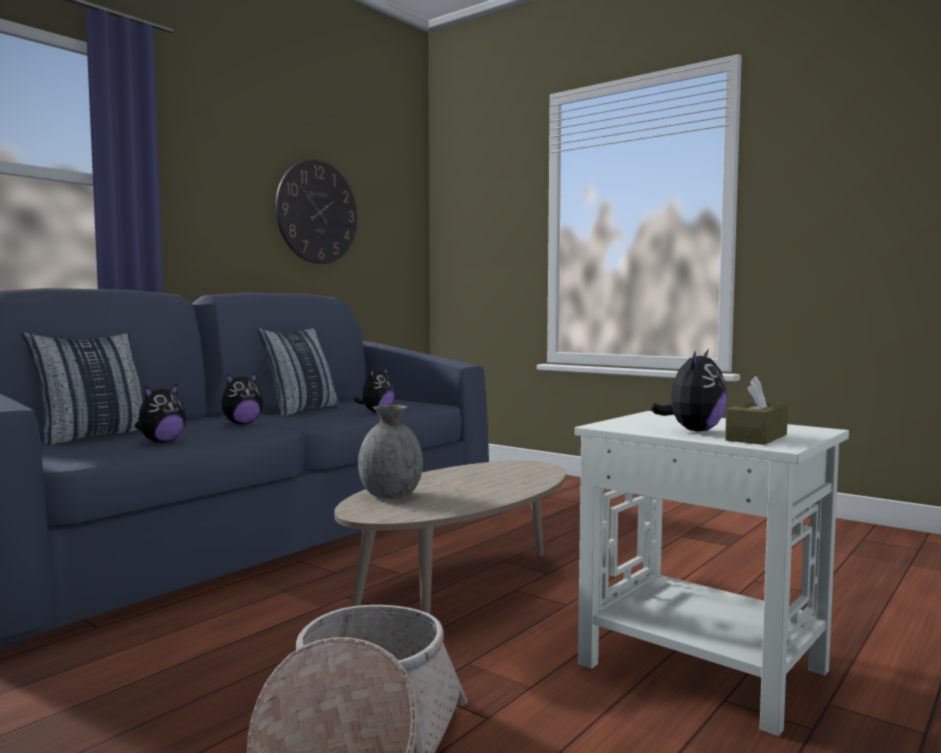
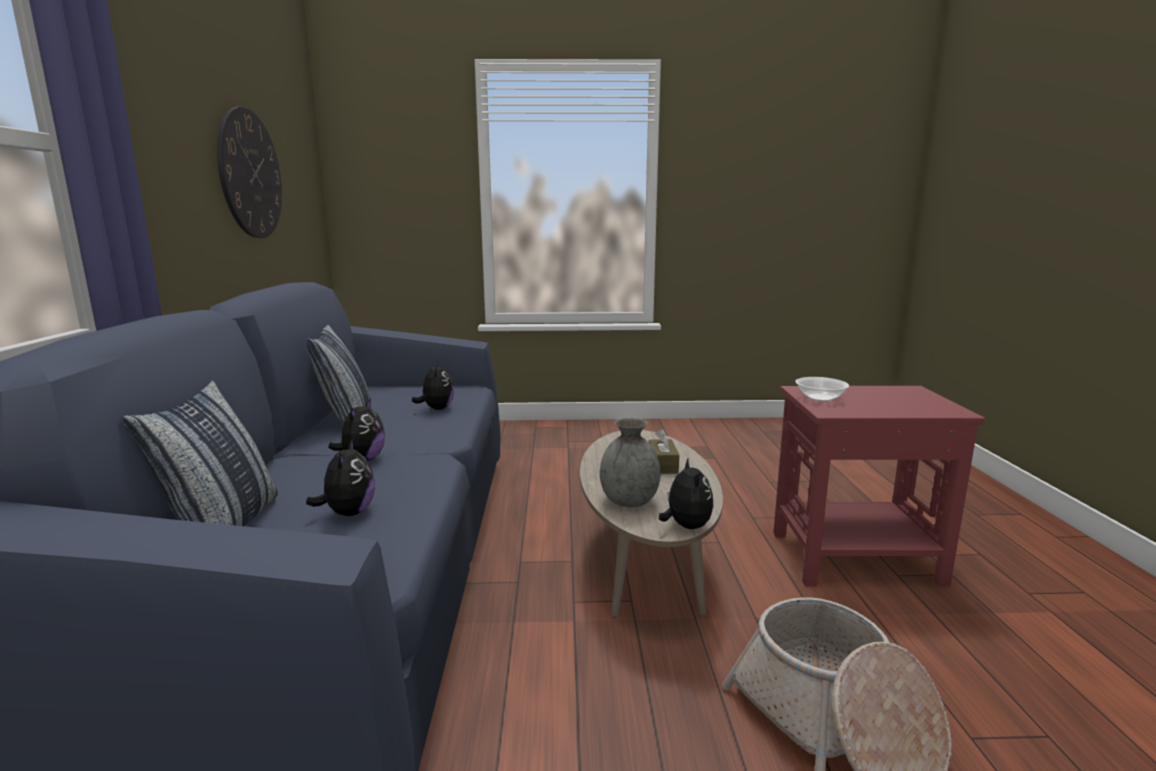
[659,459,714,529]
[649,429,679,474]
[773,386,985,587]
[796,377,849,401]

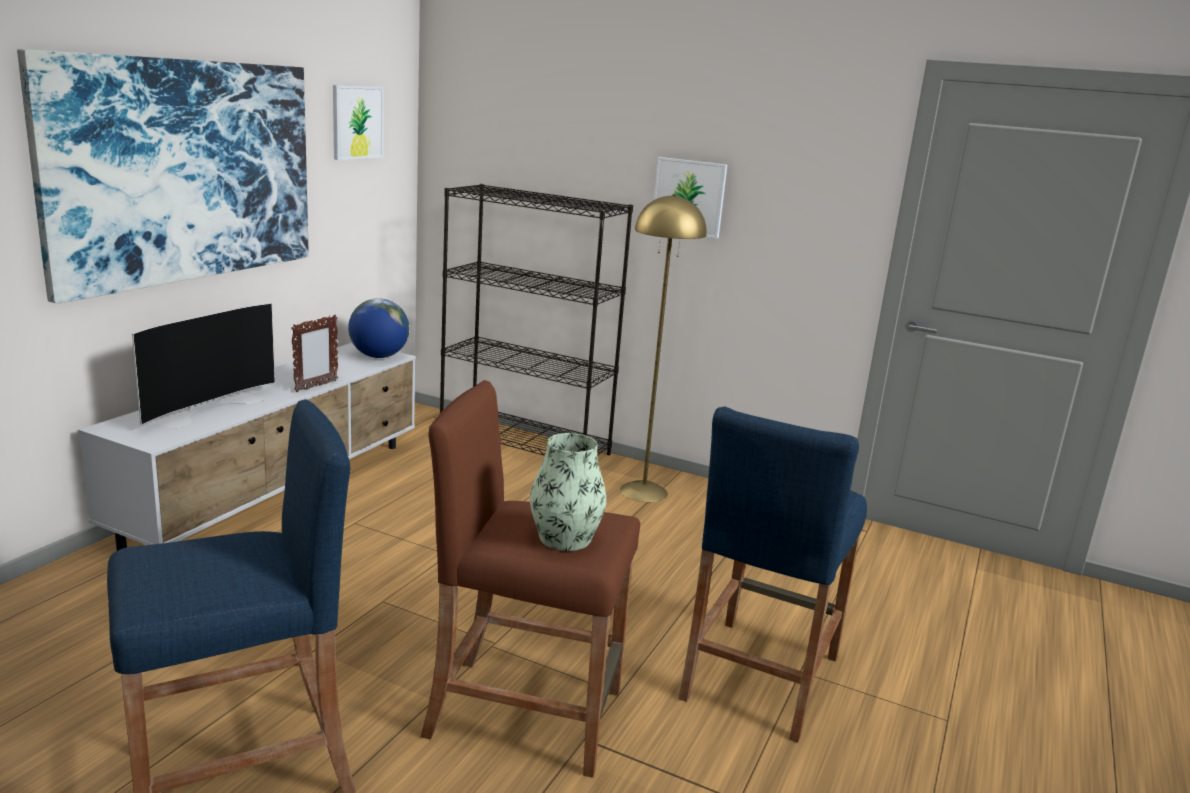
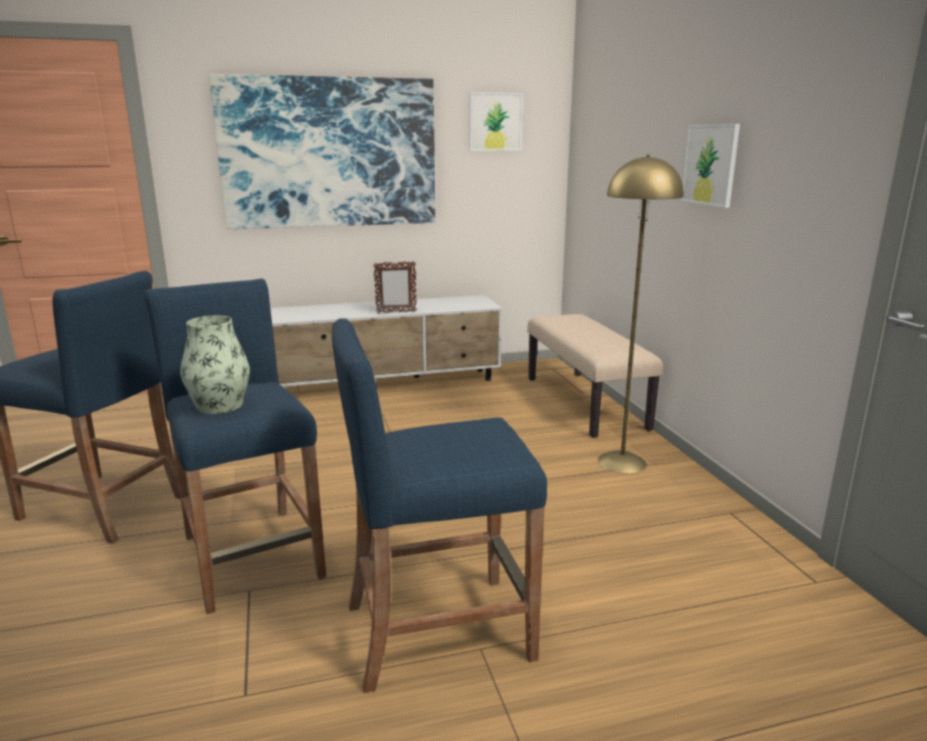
[527,314,663,438]
[348,298,409,358] (first image)
[132,303,275,429] (first image)
[145,279,326,614]

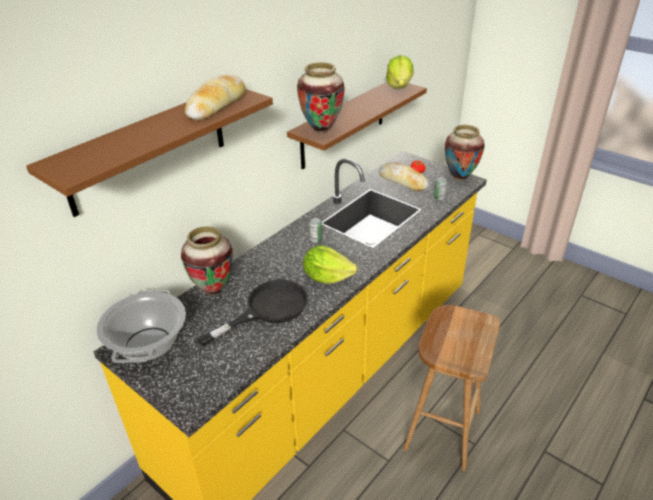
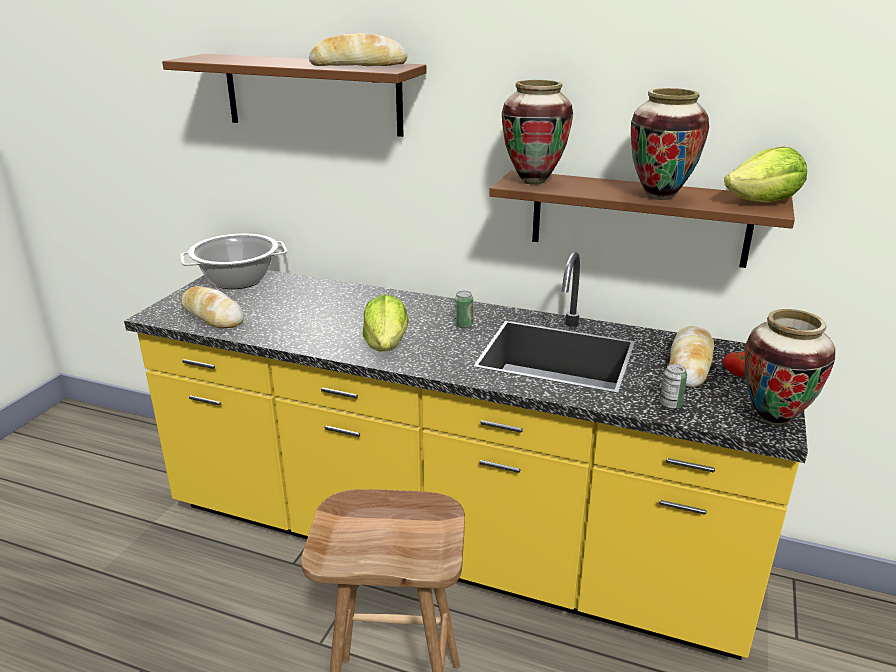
[631,88,709,200]
[196,280,308,347] (first image)
[181,286,244,328]

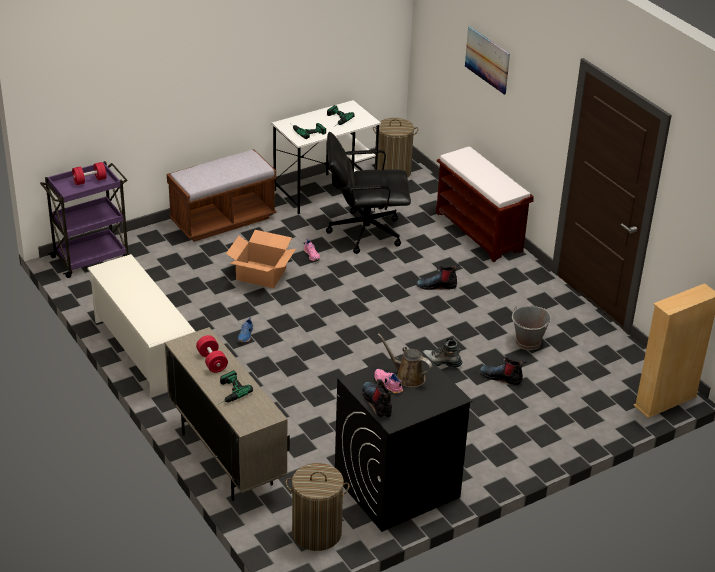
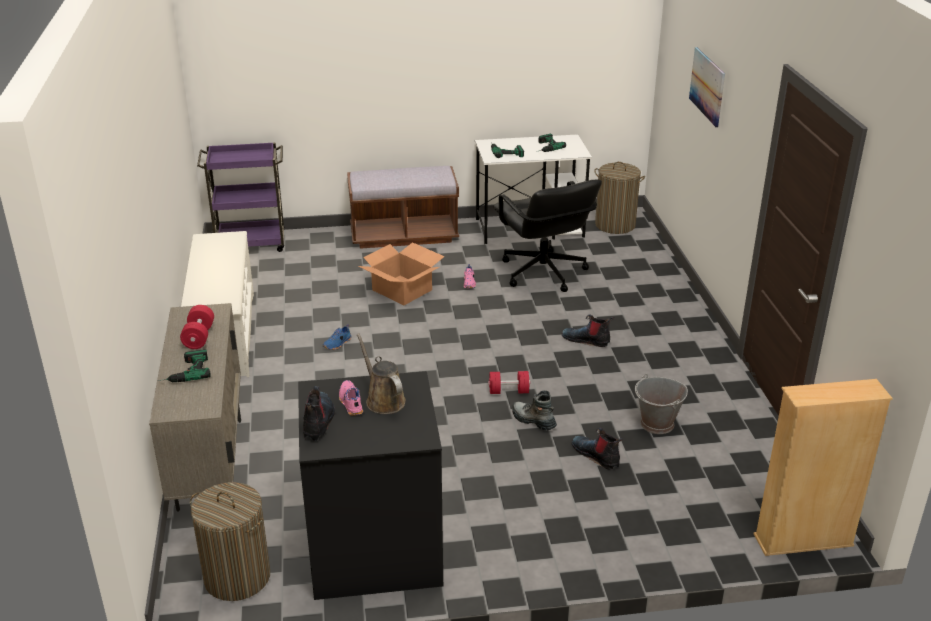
[493,179,602,292]
[436,146,534,262] (first image)
[488,371,530,394]

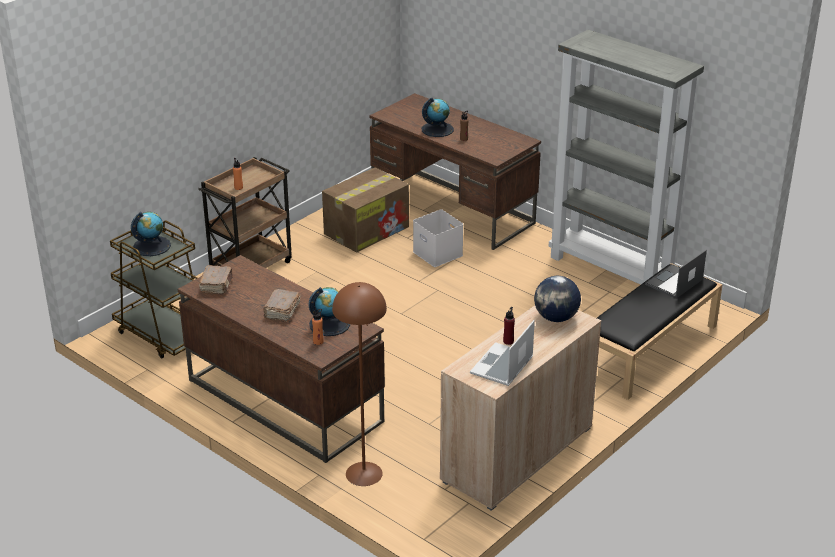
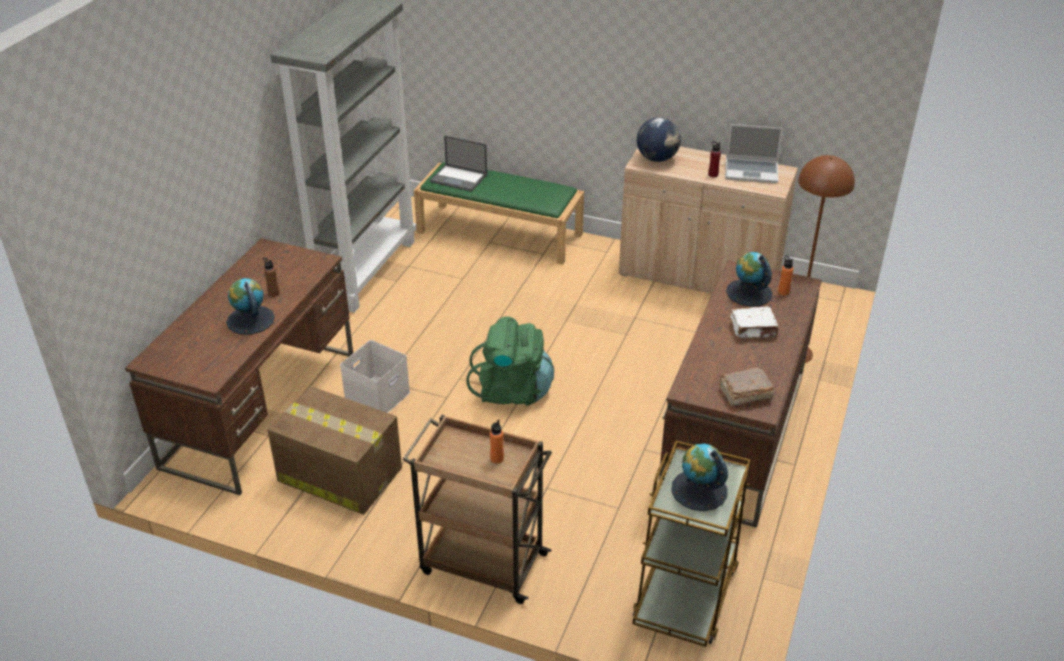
[414,162,584,265]
[730,306,779,338]
[466,316,554,406]

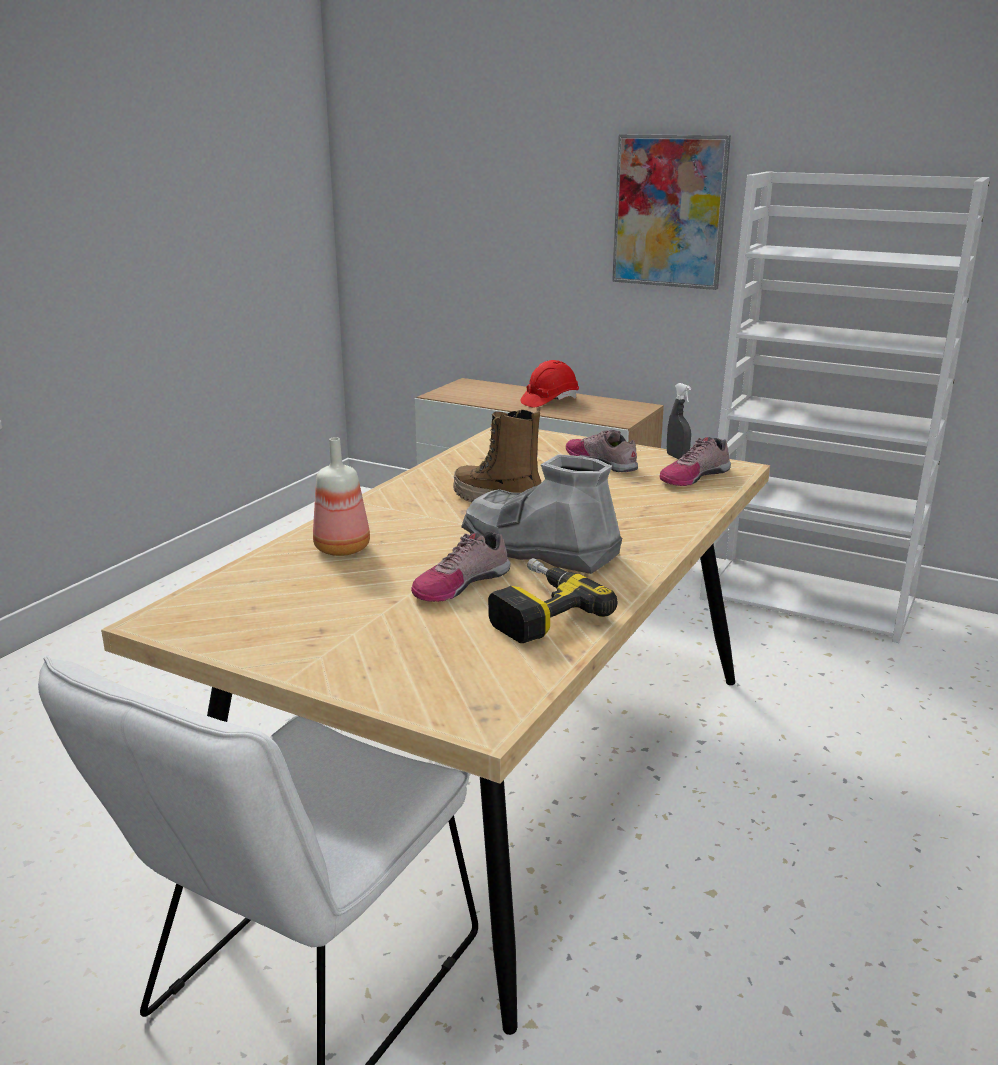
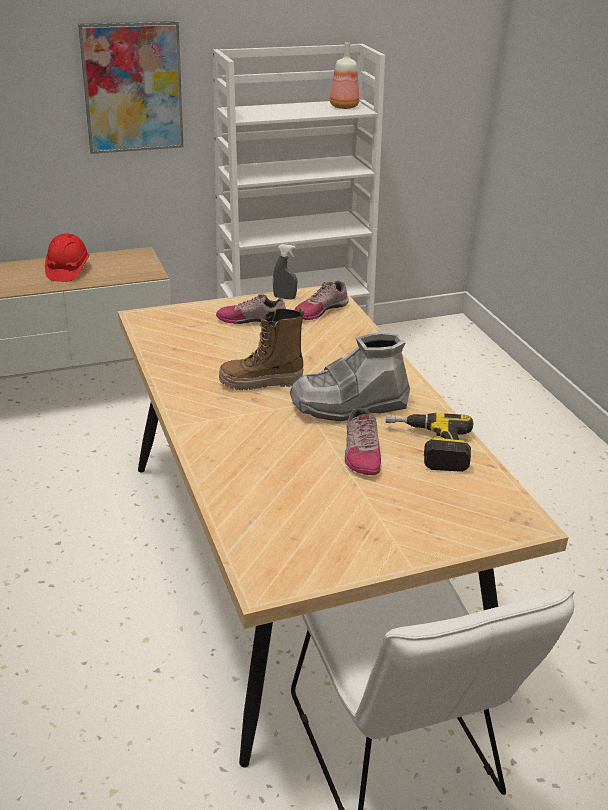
[330,42,359,109]
[295,281,349,320]

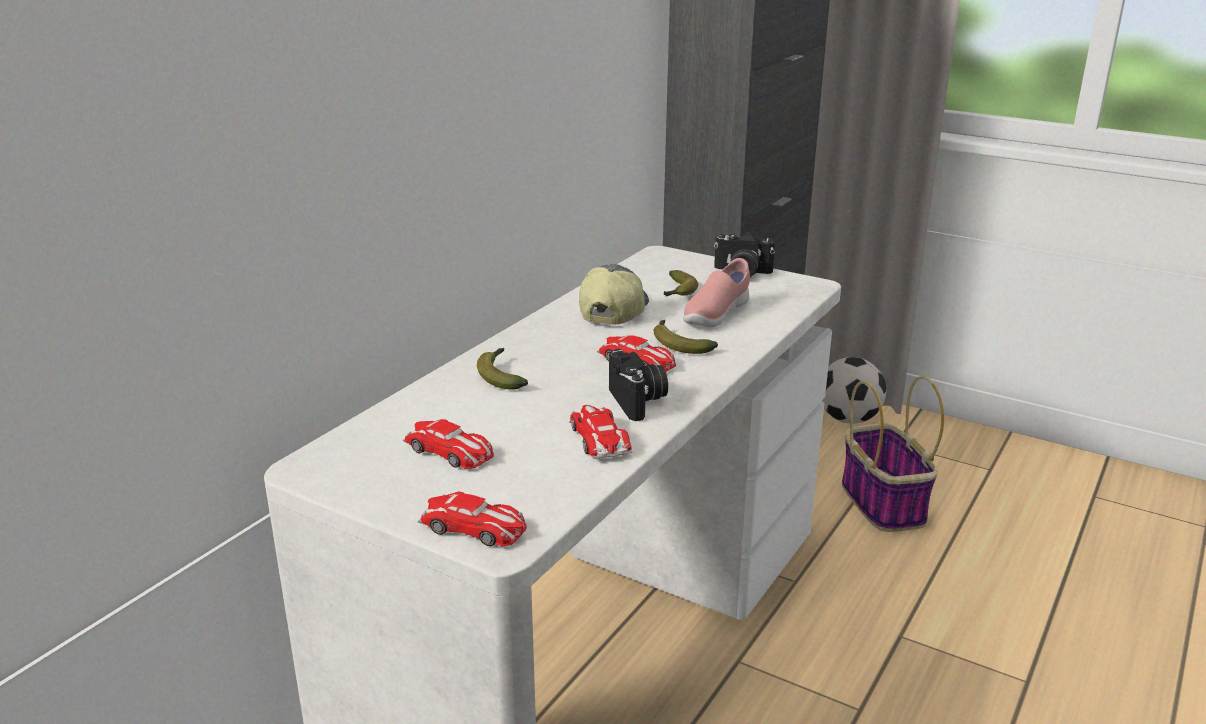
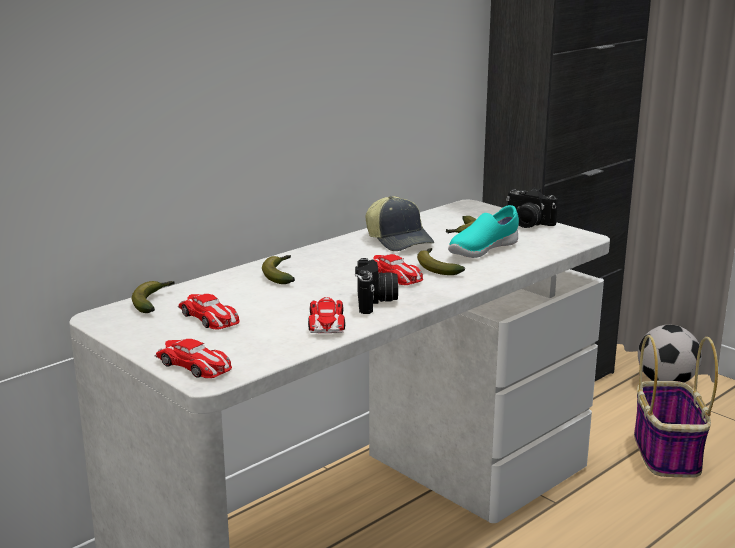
[448,205,519,258]
[366,196,434,251]
[132,281,174,313]

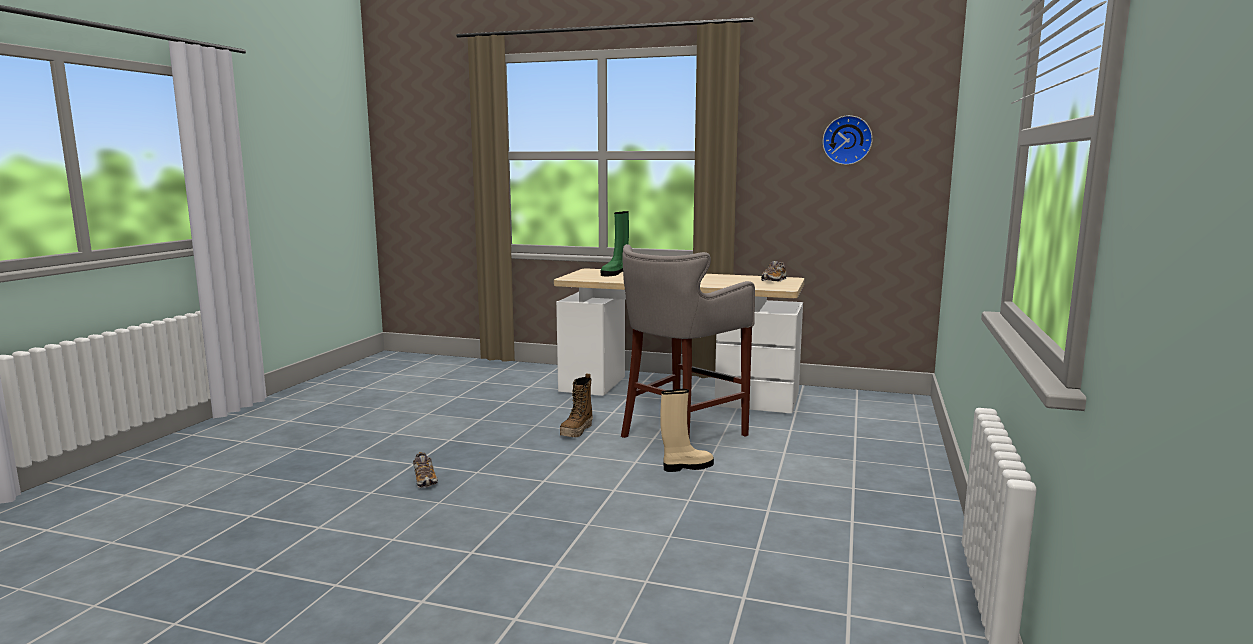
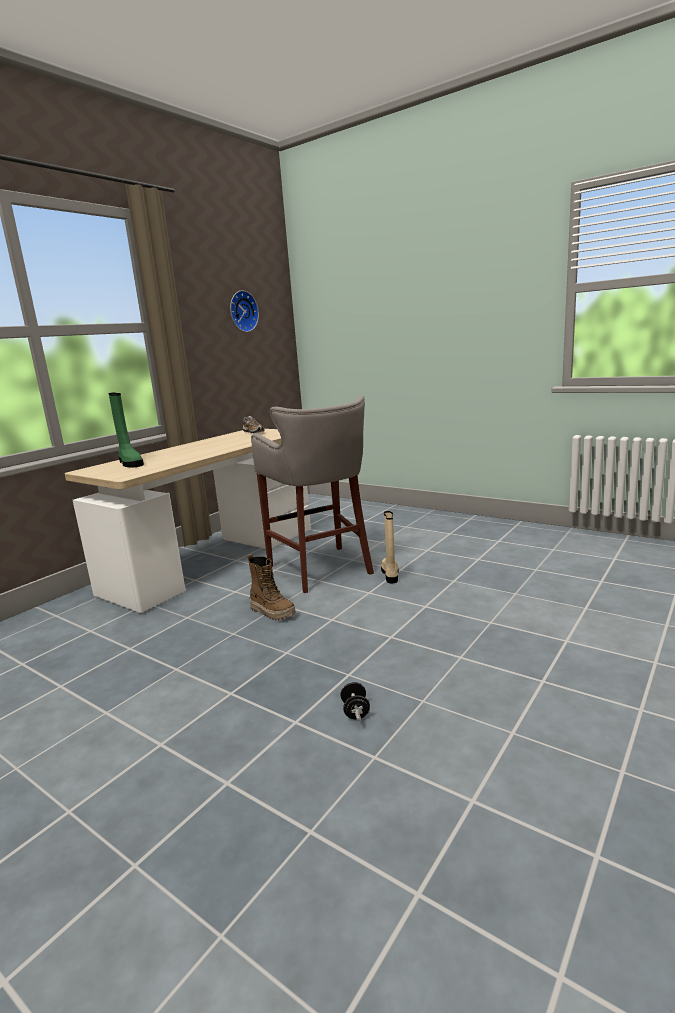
[340,682,370,721]

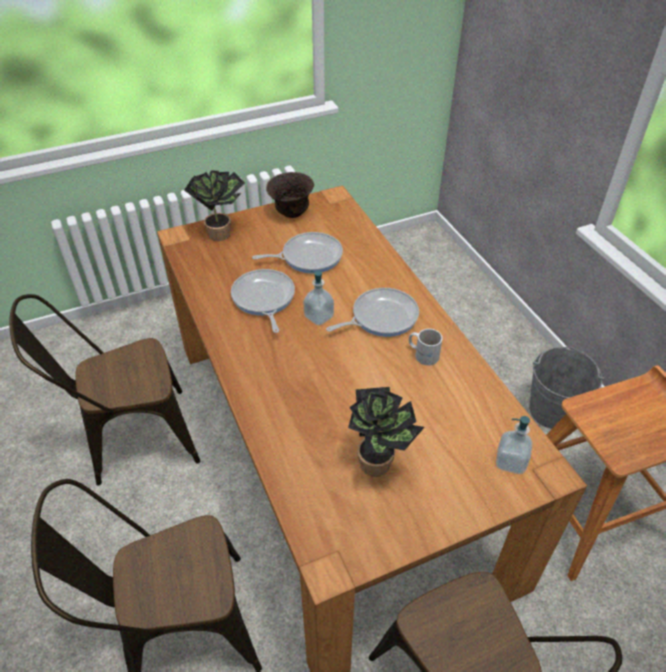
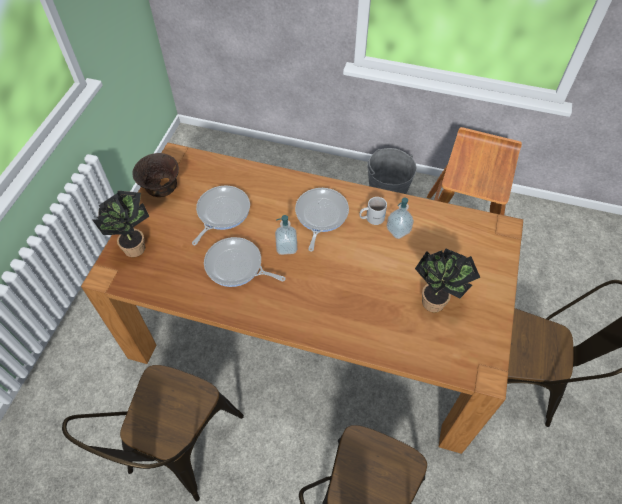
[387,198,414,239]

